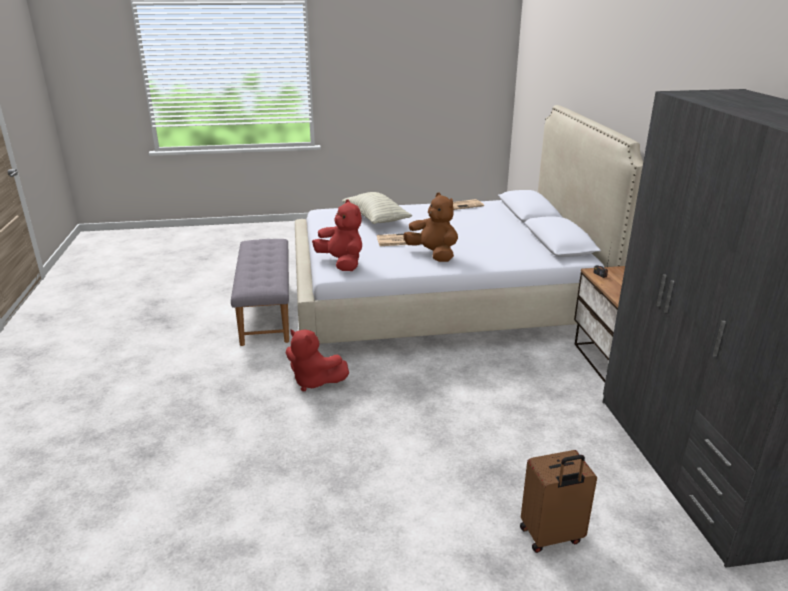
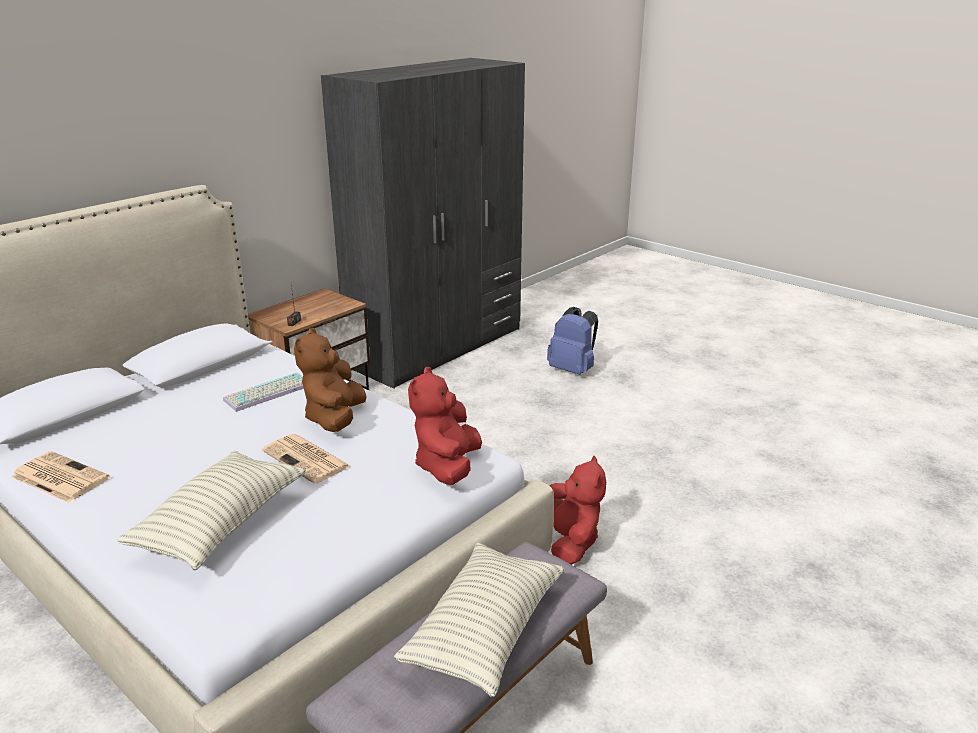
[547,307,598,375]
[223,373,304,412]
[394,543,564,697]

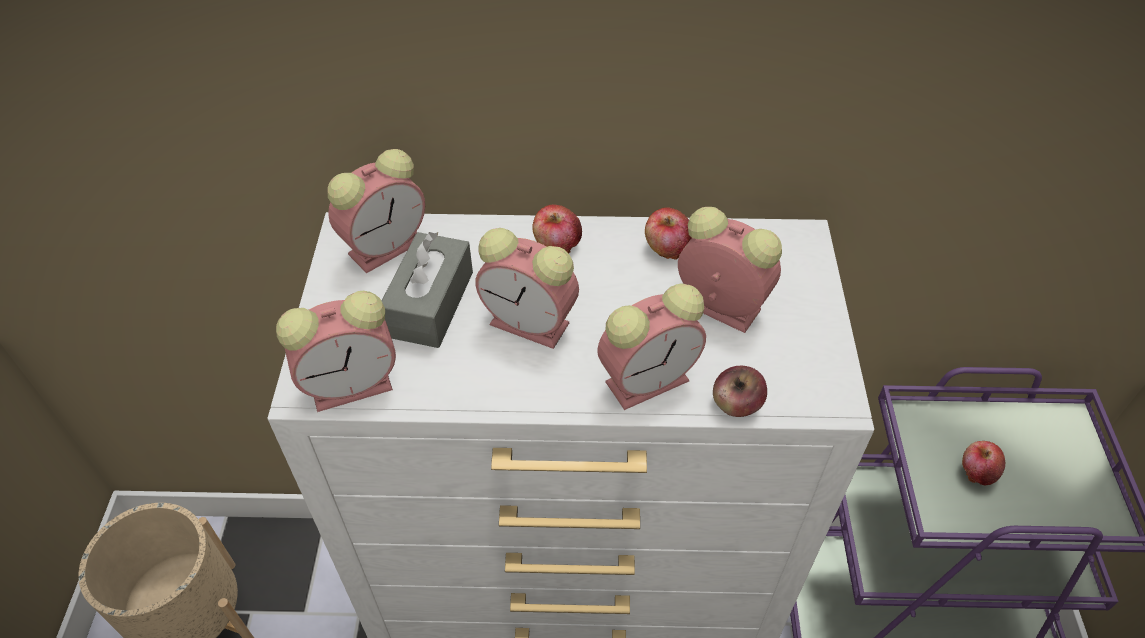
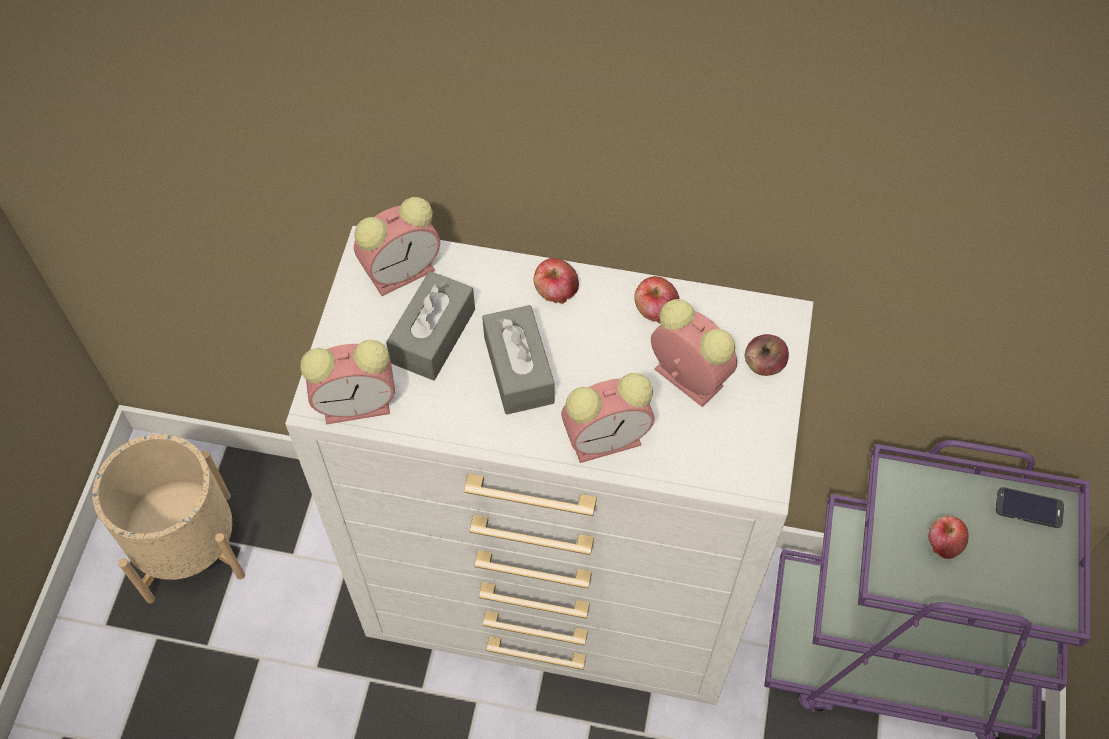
[482,305,555,415]
[745,334,789,376]
[996,487,1064,528]

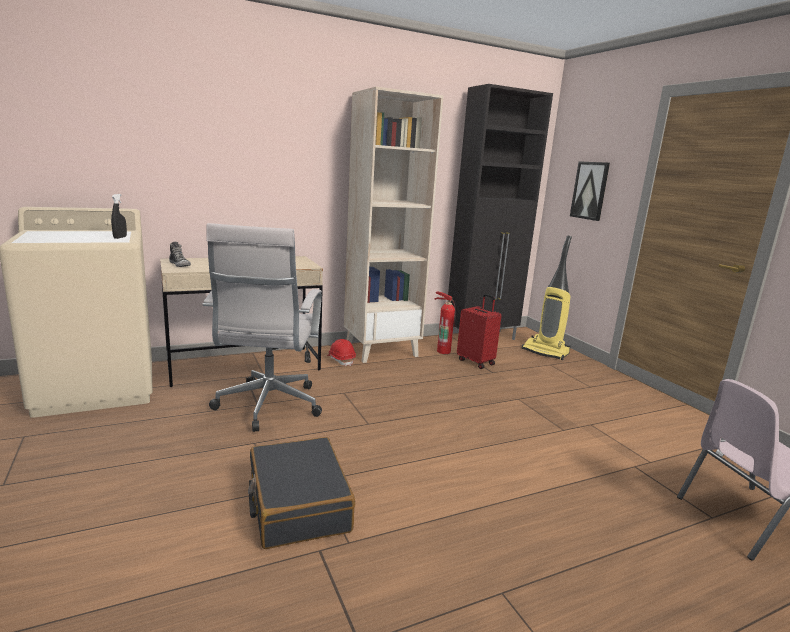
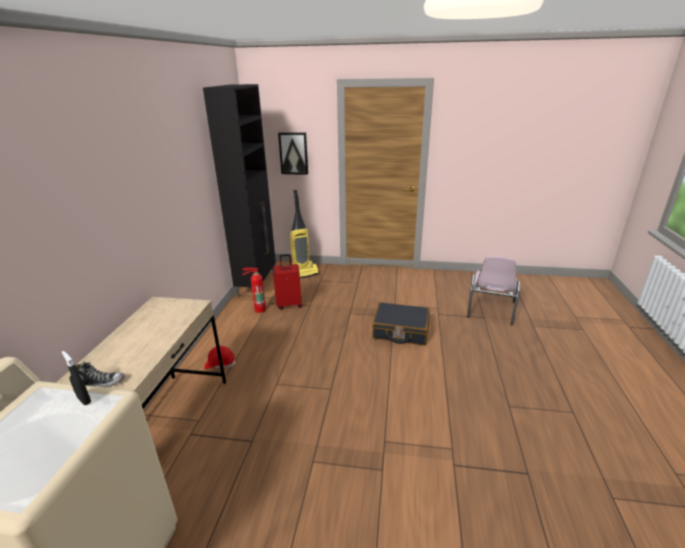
[344,87,443,363] (first image)
[203,223,322,432] (first image)
[372,302,430,345]

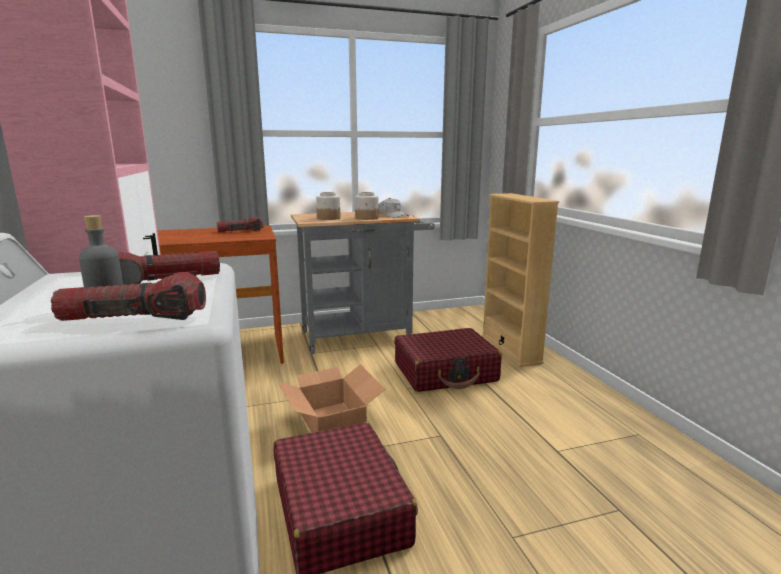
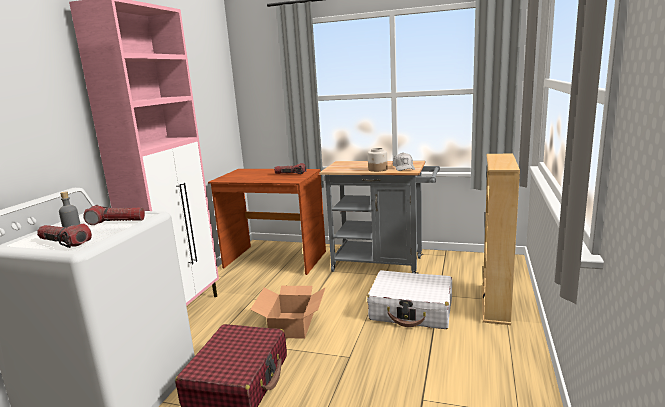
[316,192,341,220] (first image)
[367,270,452,329]

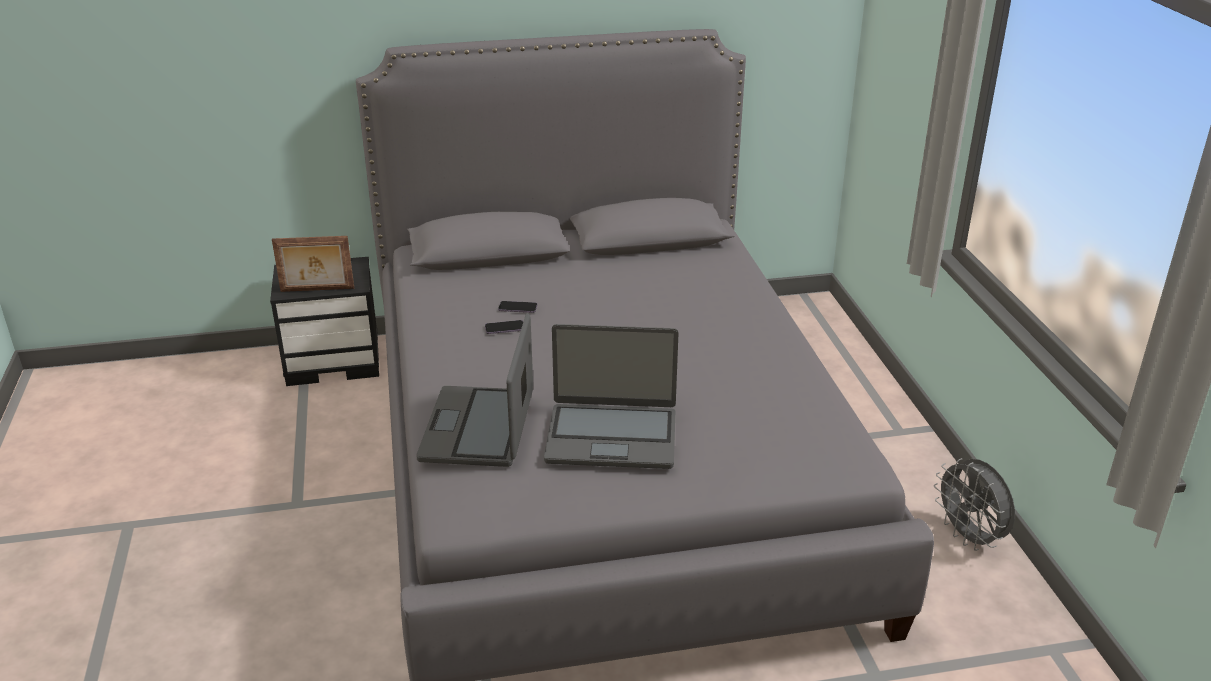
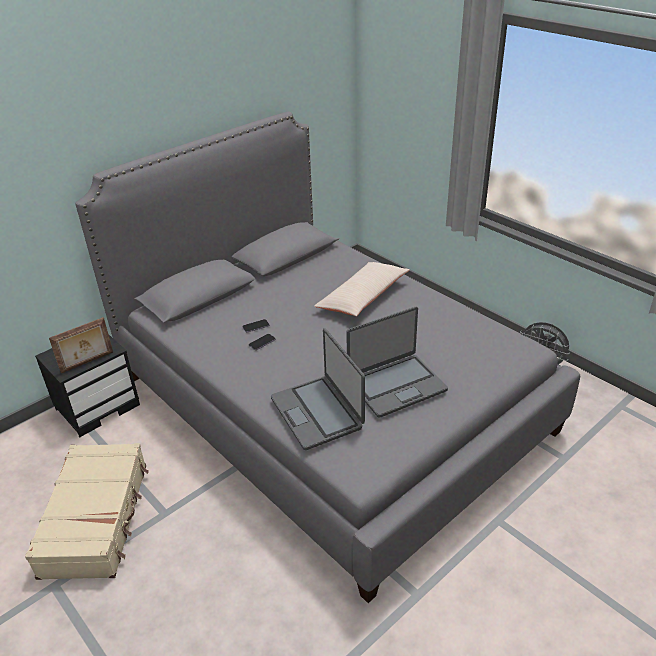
[314,262,410,316]
[25,443,149,580]

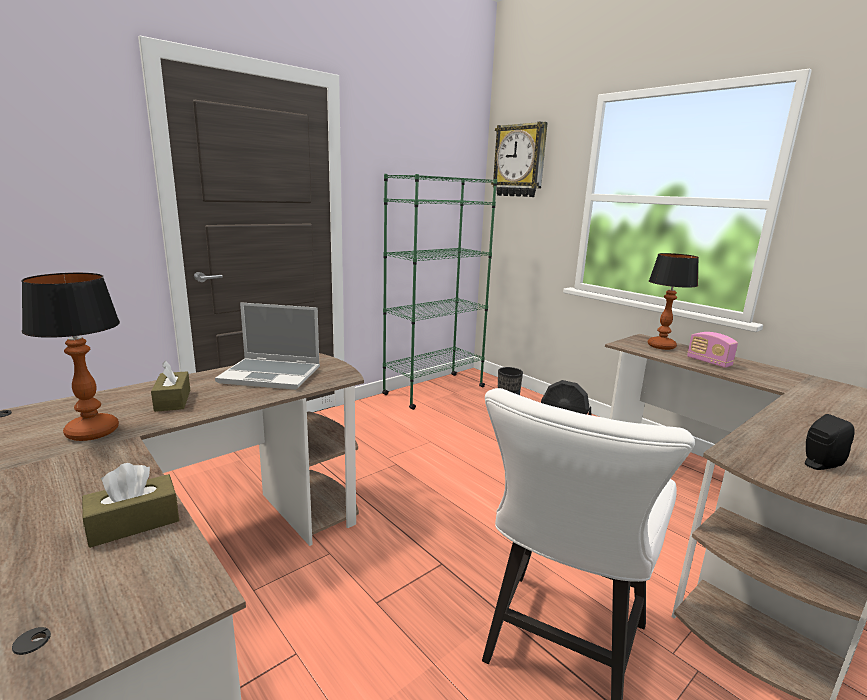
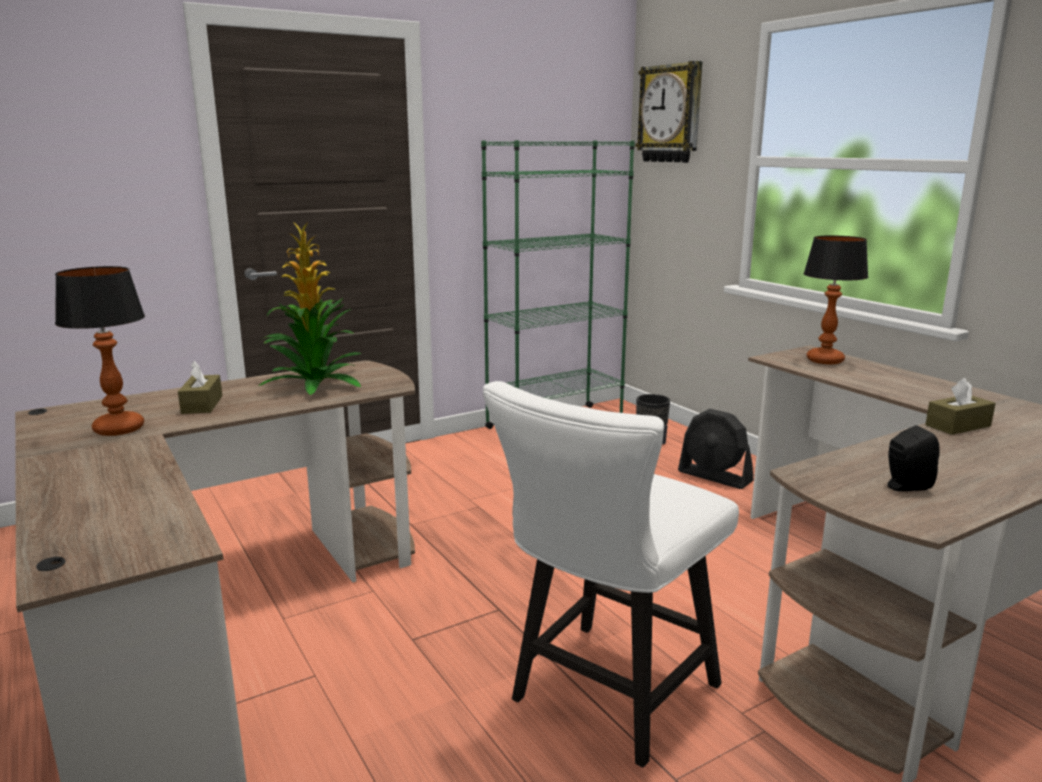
[259,221,361,395]
[687,332,738,368] (first image)
[925,378,996,435]

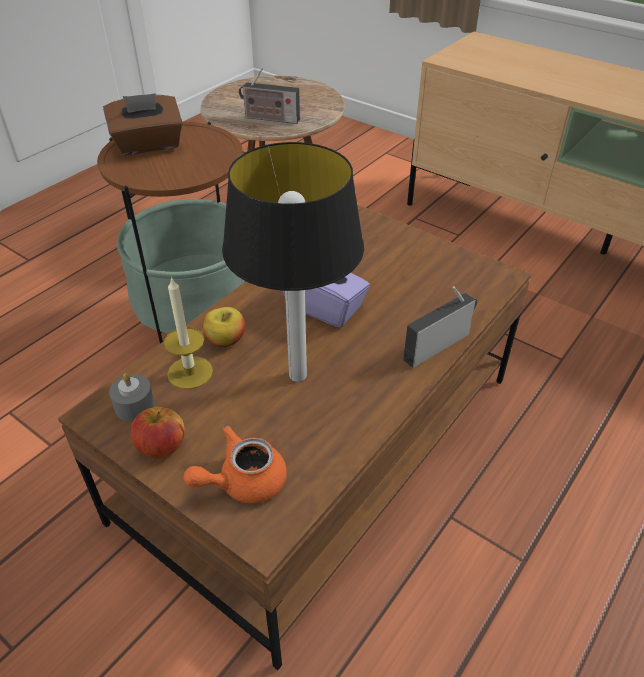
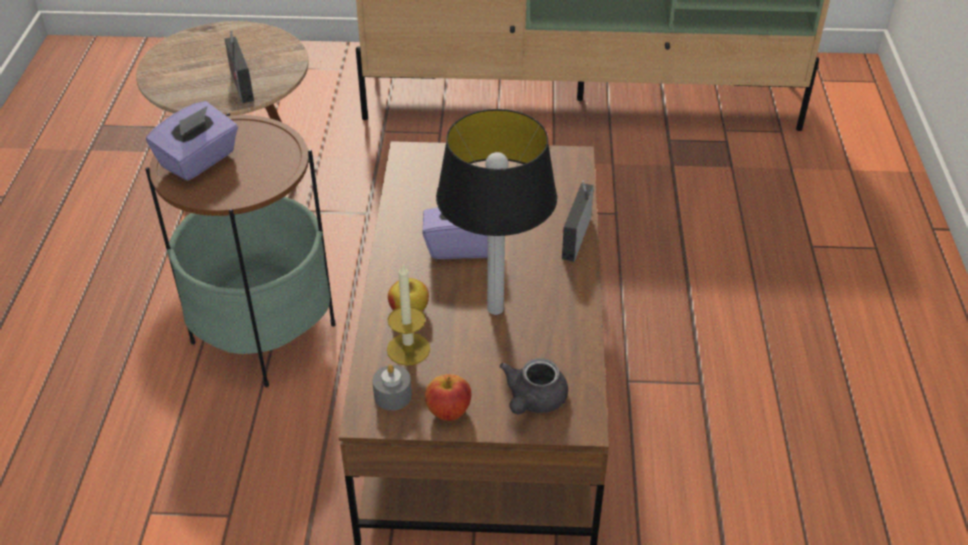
[224,30,254,103]
[146,101,238,181]
[499,358,568,414]

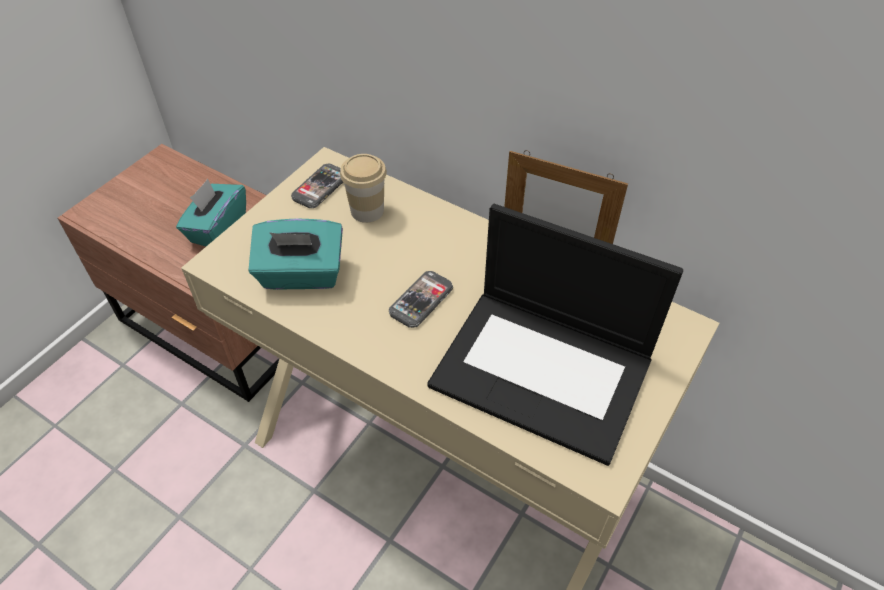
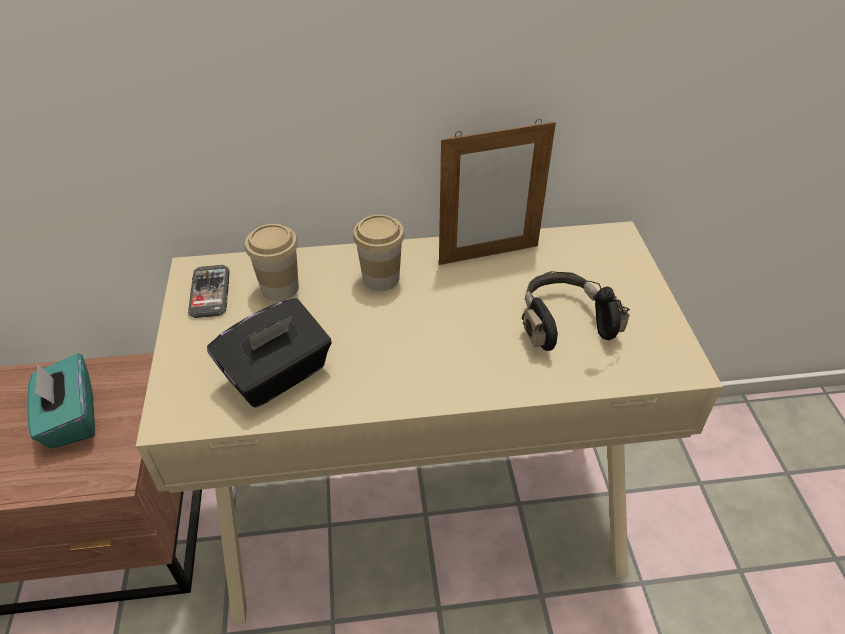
[522,271,630,351]
[207,298,332,408]
[389,271,453,328] (first image)
[353,214,405,291]

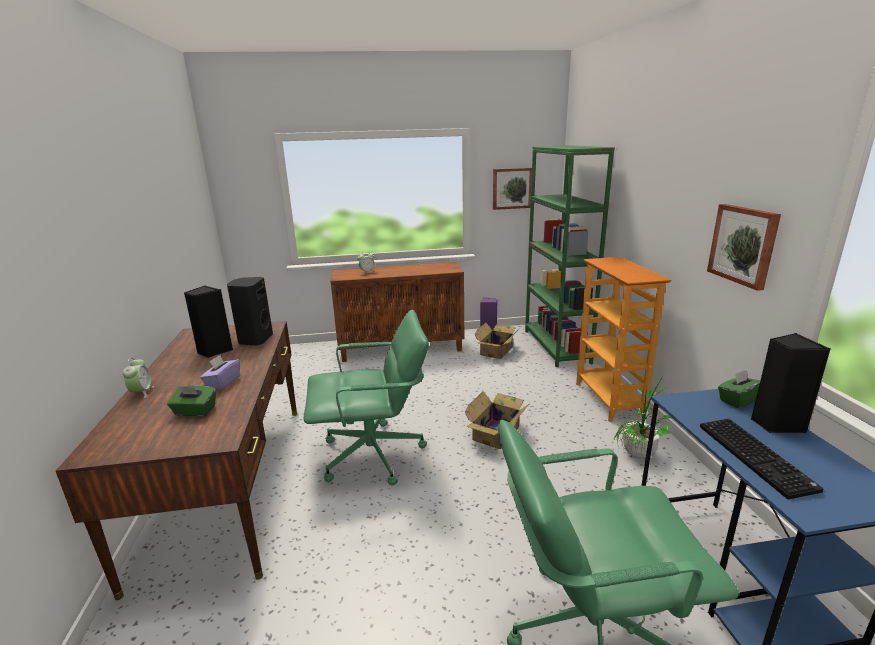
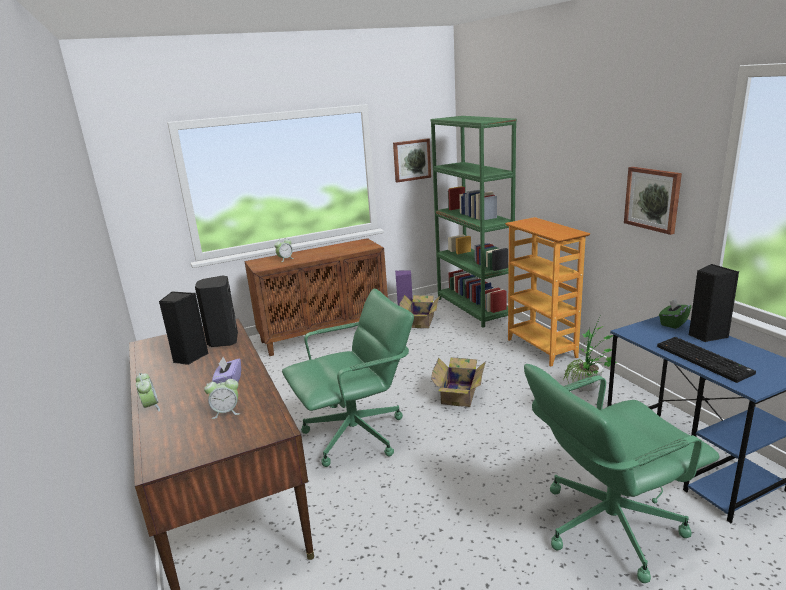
[204,376,240,419]

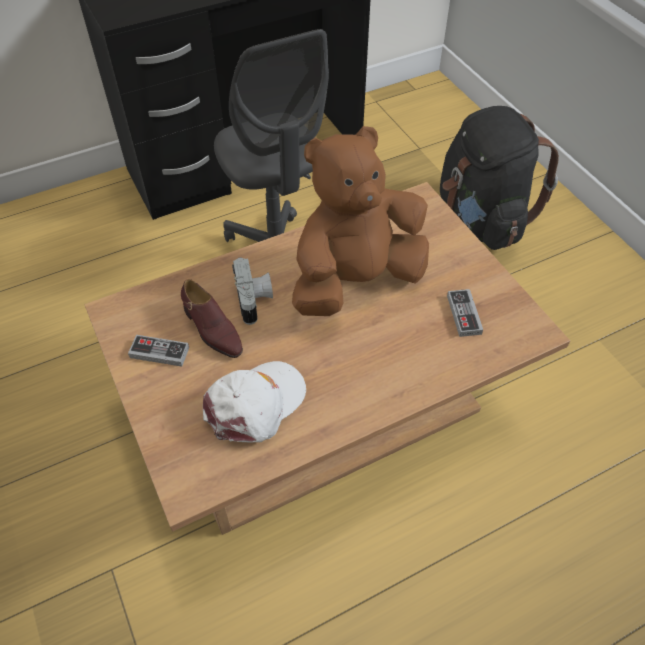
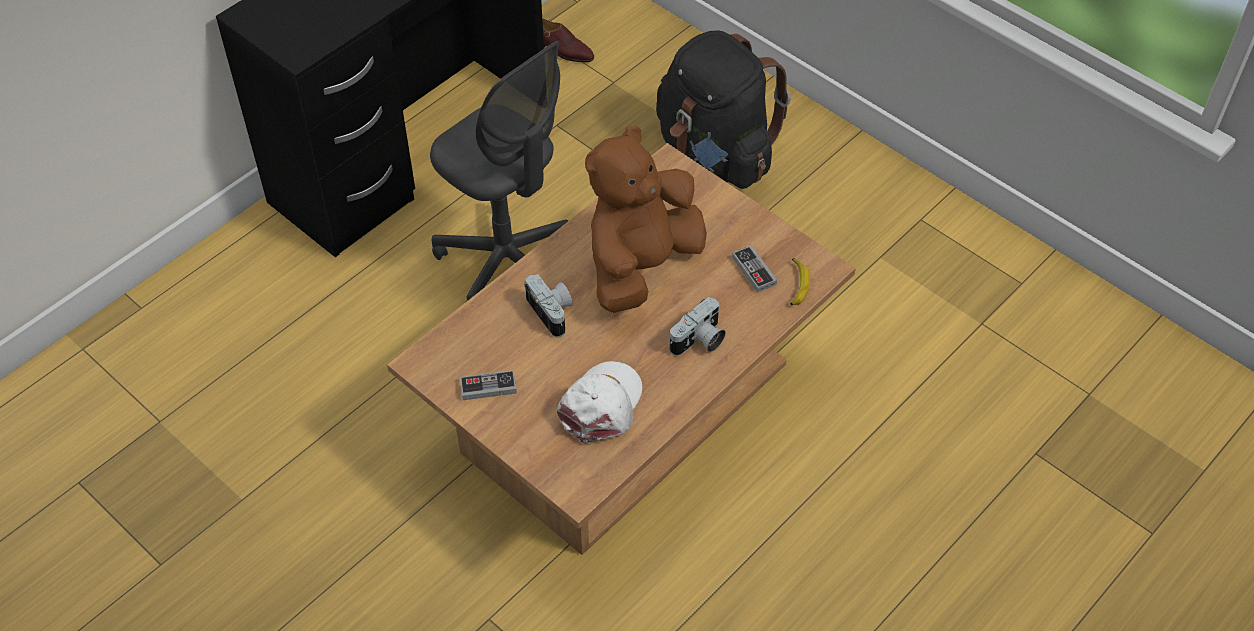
[542,18,594,62]
[790,258,810,305]
[670,297,726,356]

